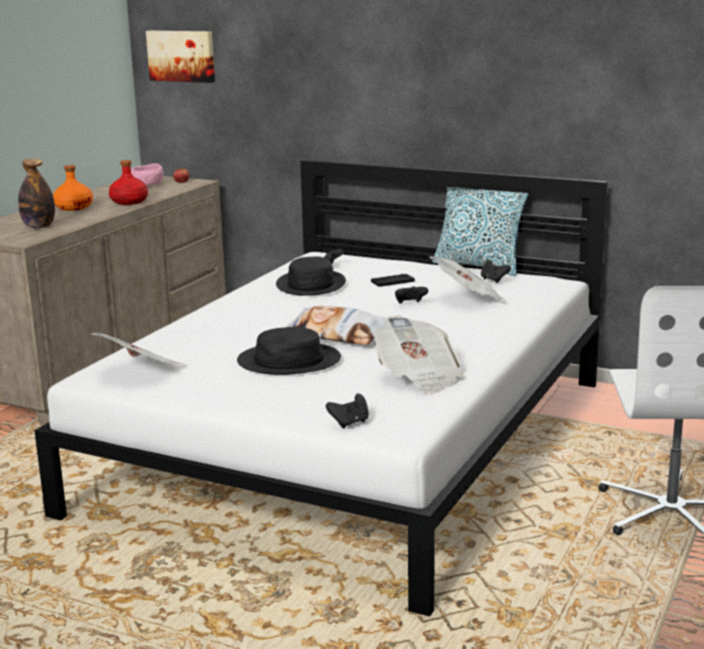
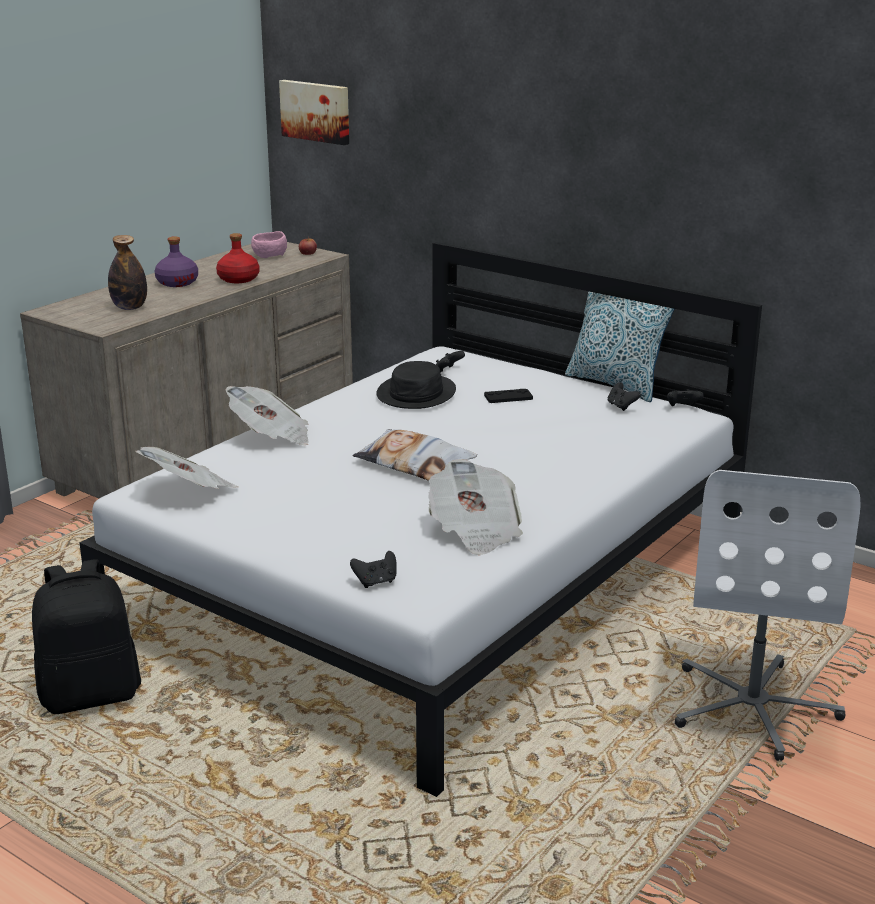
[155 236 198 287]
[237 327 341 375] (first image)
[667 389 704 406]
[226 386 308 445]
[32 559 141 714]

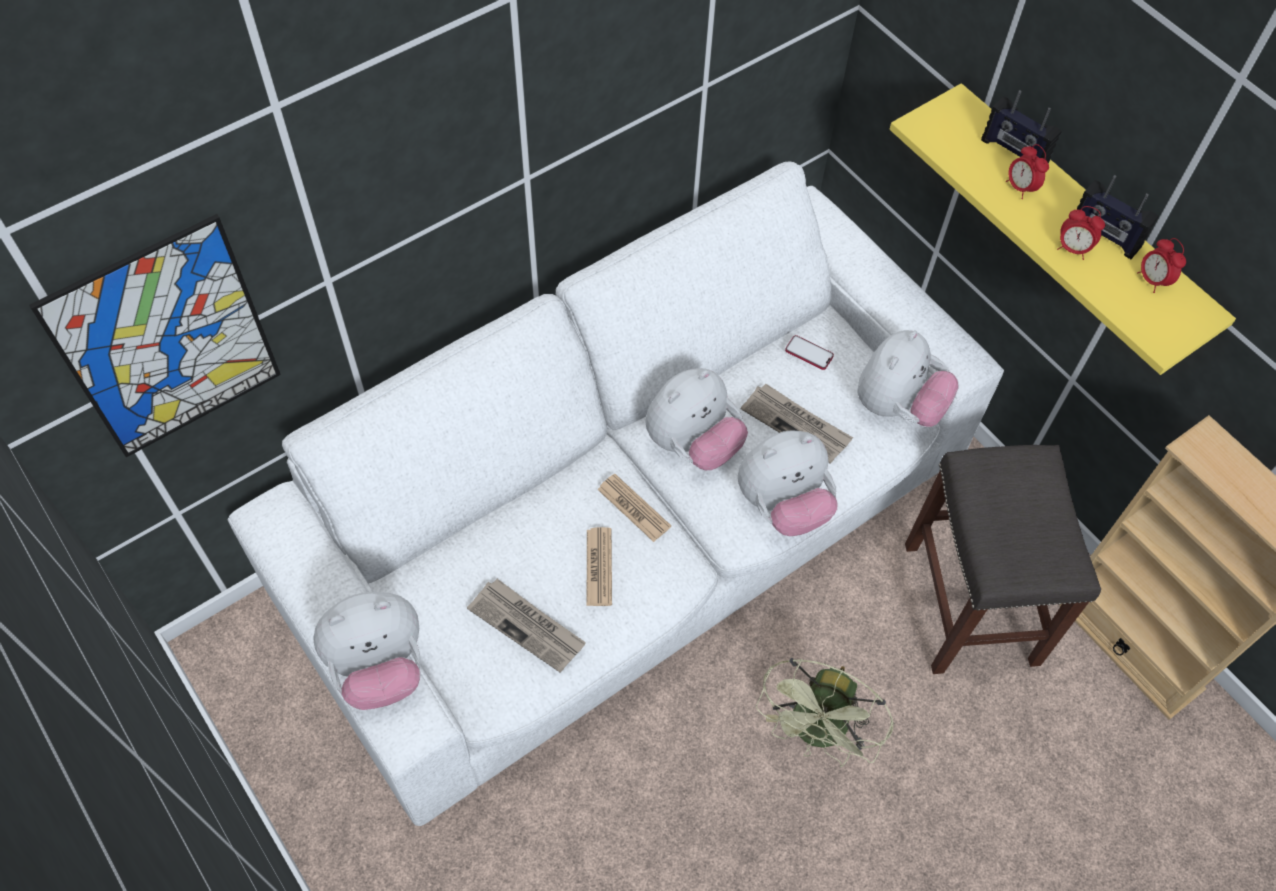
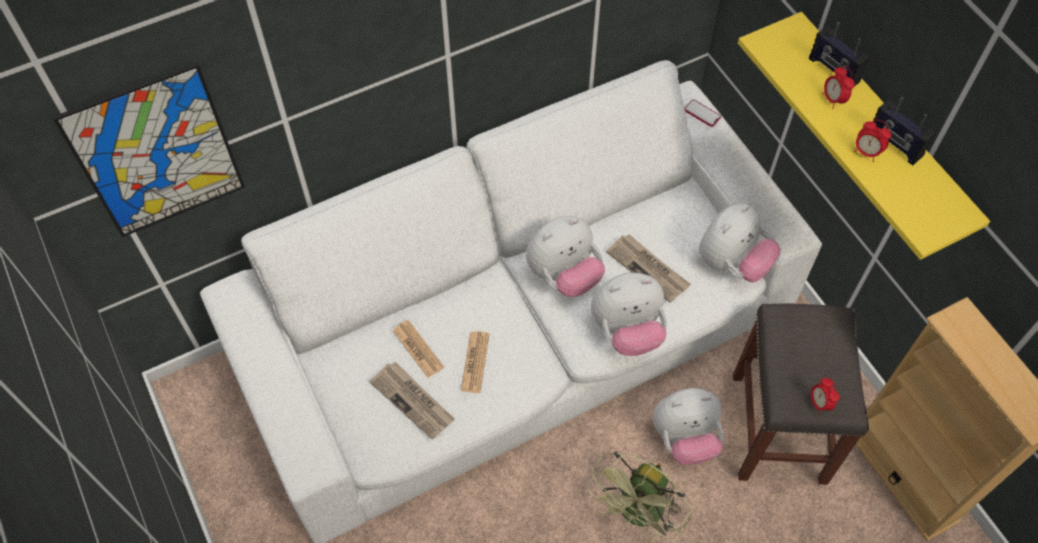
[653 388 723 465]
[393 320 444 378]
[685 99 721 127]
[809 378 839 414]

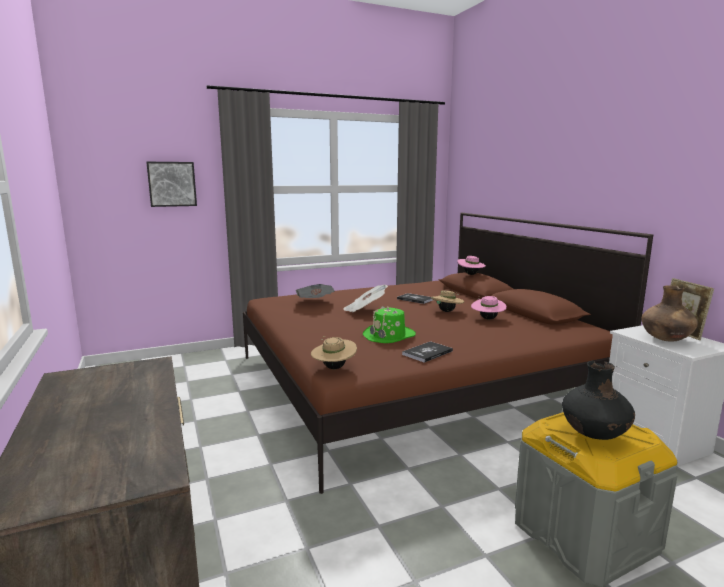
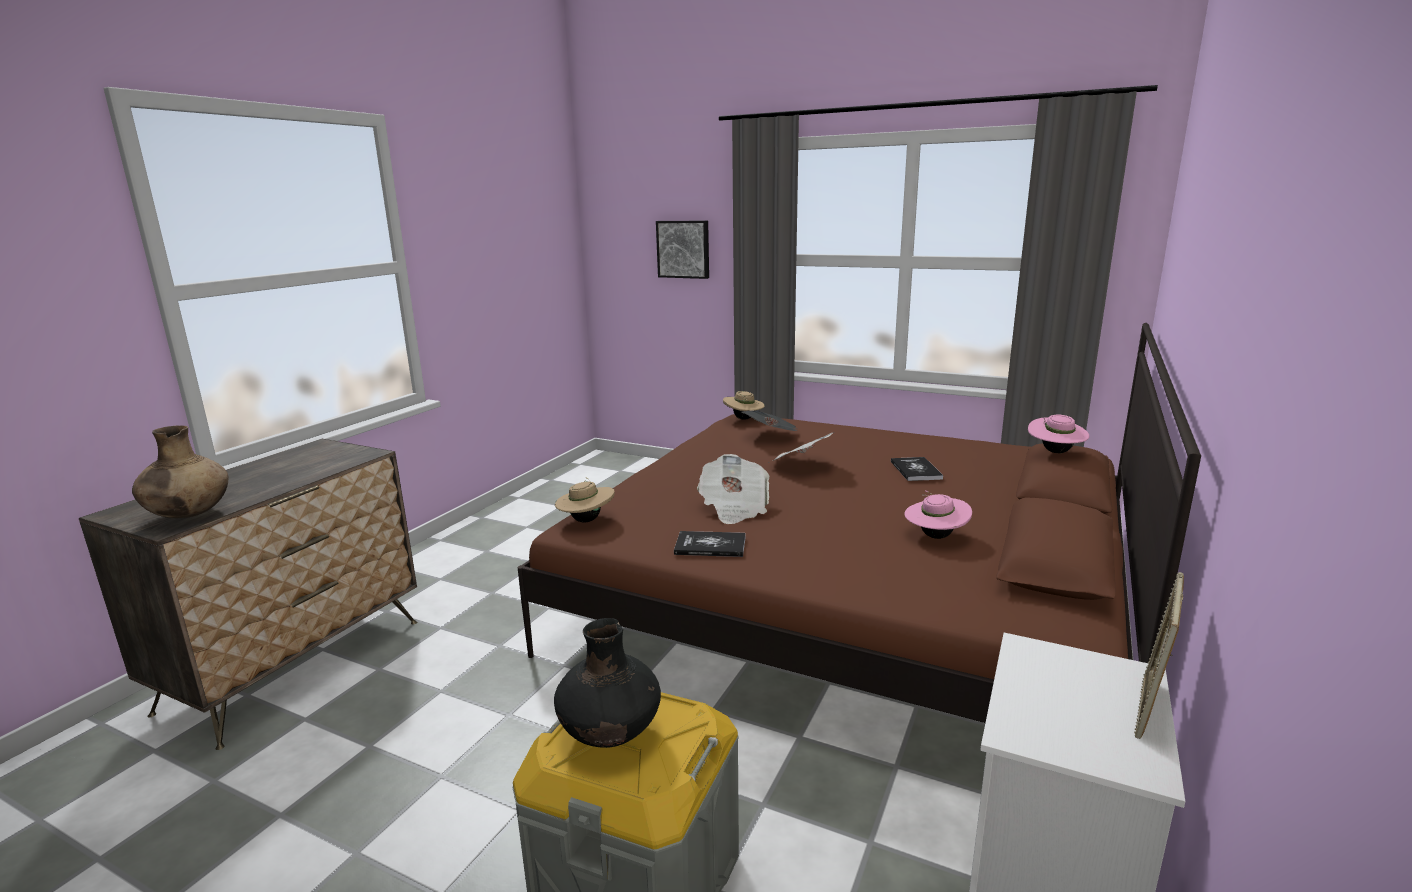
[697 454 769 524]
[723 391 765 420]
[132 425 229 518]

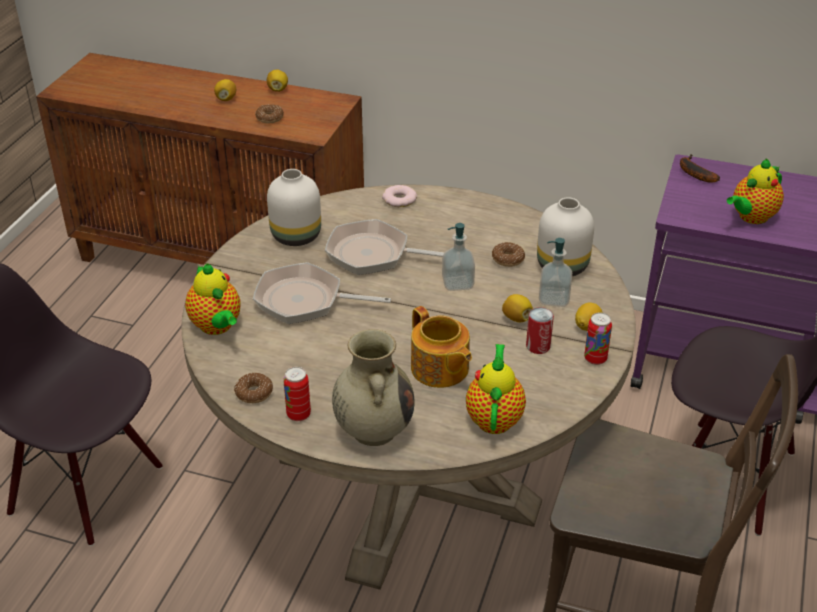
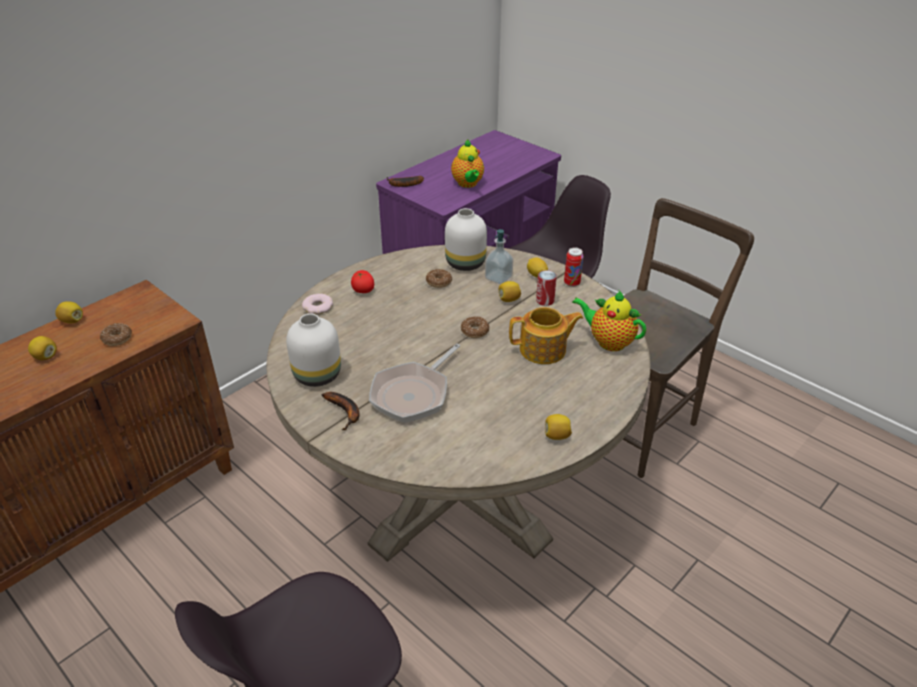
[185 263 241 335] (first image)
[461 316 490 338]
[545 414 572 440]
[325 219 444 275] (first image)
[332 329 415 446] (first image)
[442 223 475 291] (first image)
[322 392 360 430]
[351 270 374 293]

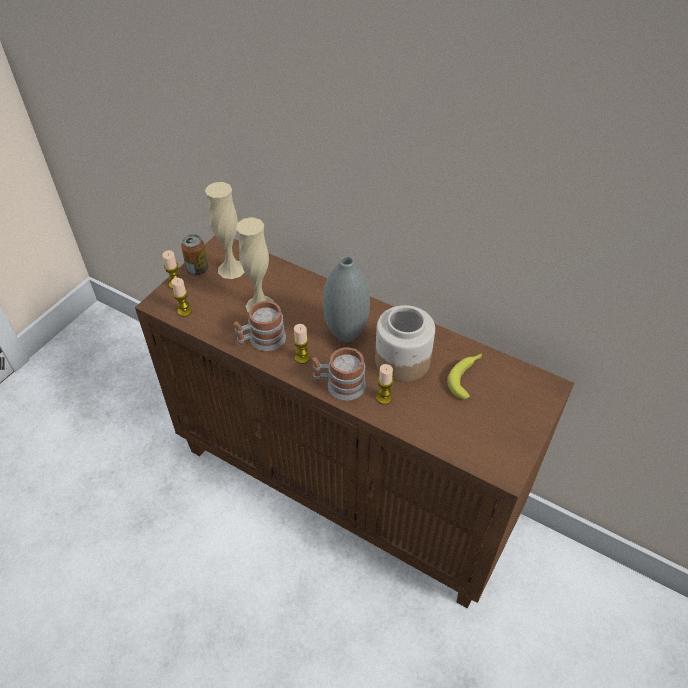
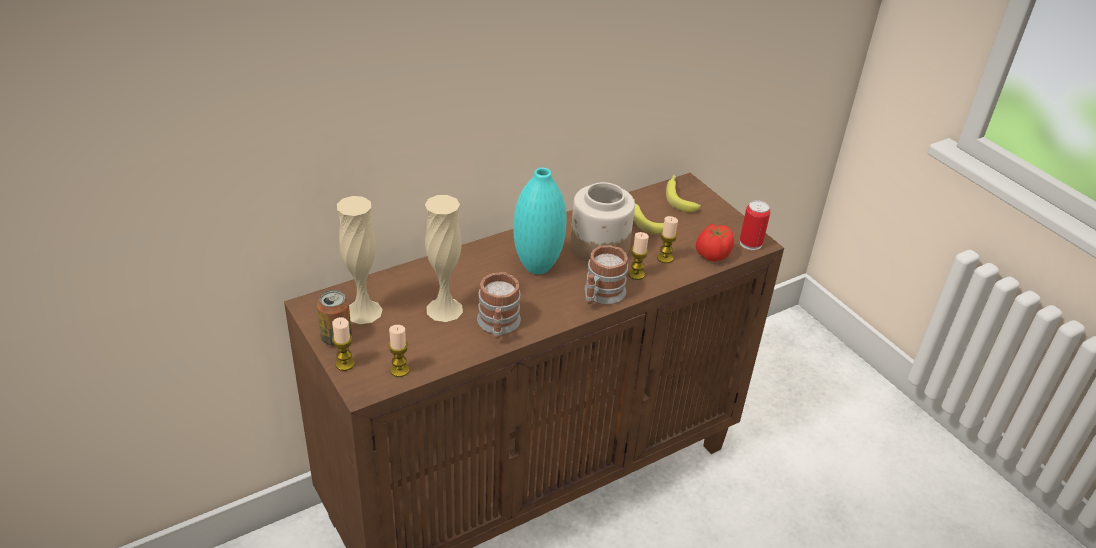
[657 216 678 263]
[513 168 567 274]
[666 175 701 212]
[696 224 734 262]
[740 200 770 250]

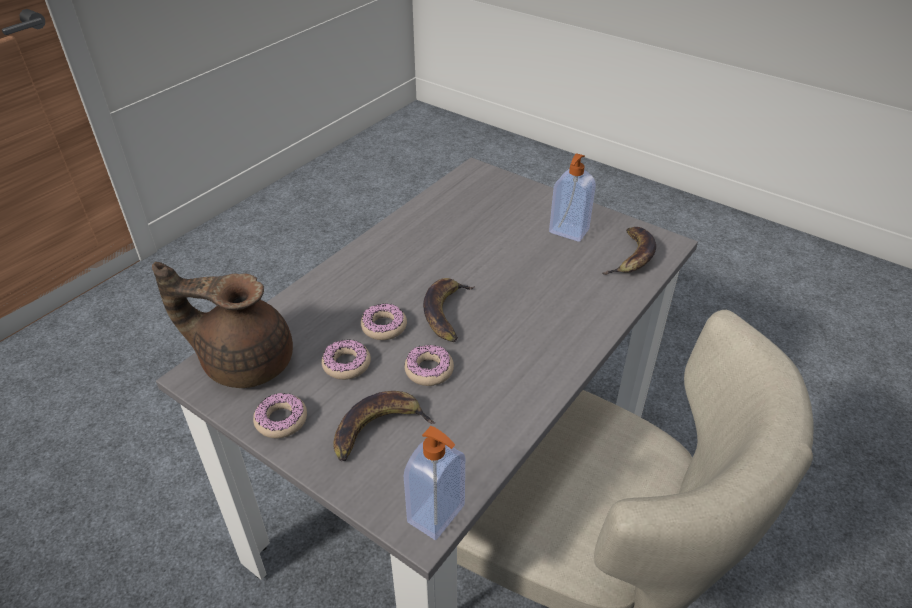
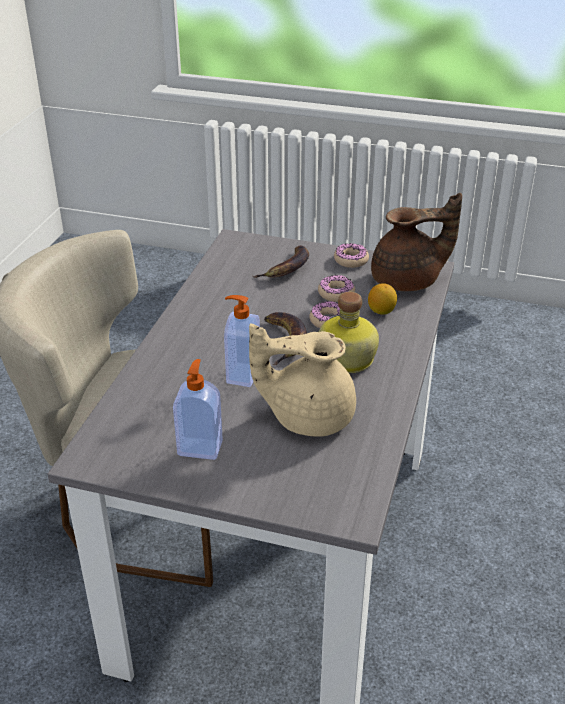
[404 345 454 386] (first image)
[224 295 260 387]
[602 227 656 275] (first image)
[249 323 356 437]
[319 292 379 373]
[368 283 397 315]

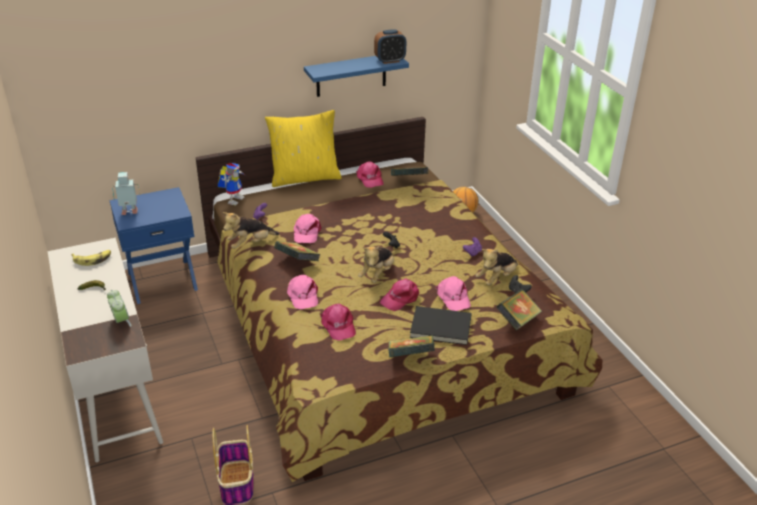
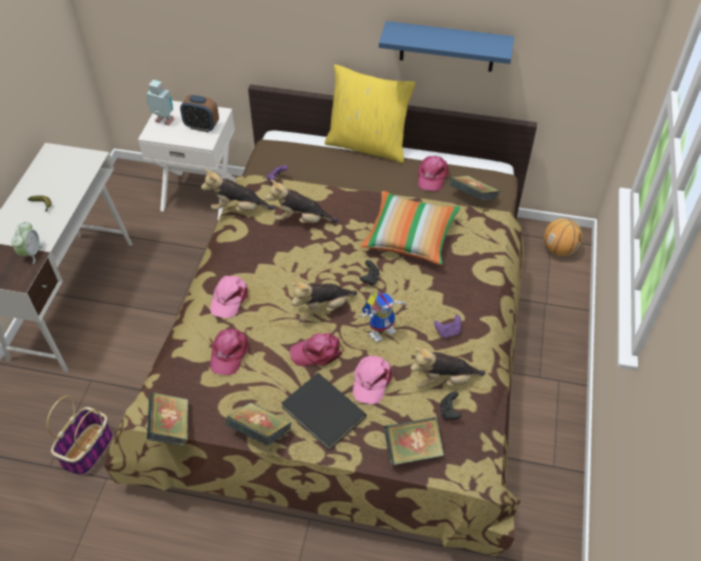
[72 250 111 266] (first image)
[138 101 237 220]
[359 291 409 343]
[147 392 188 446]
[266 180 339 223]
[180 95 219 132]
[360 191 461 265]

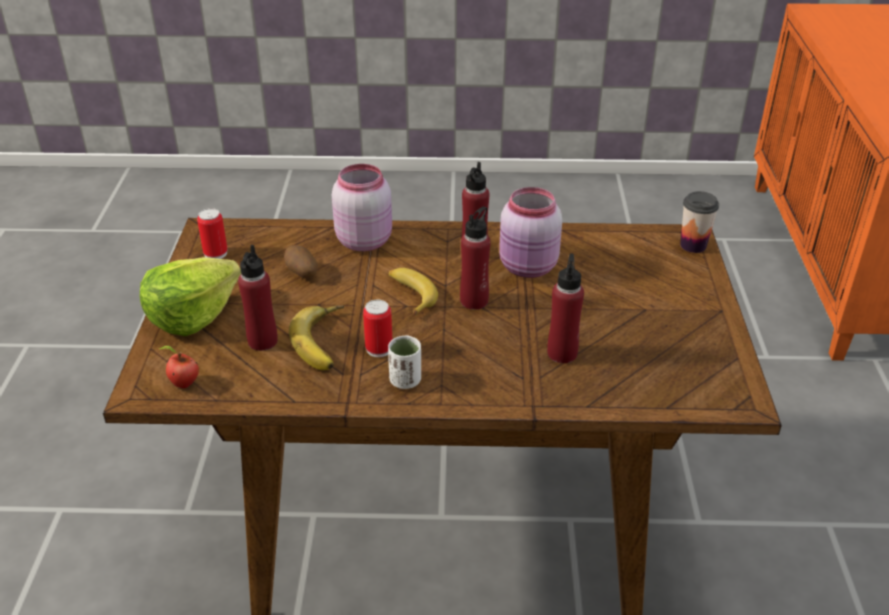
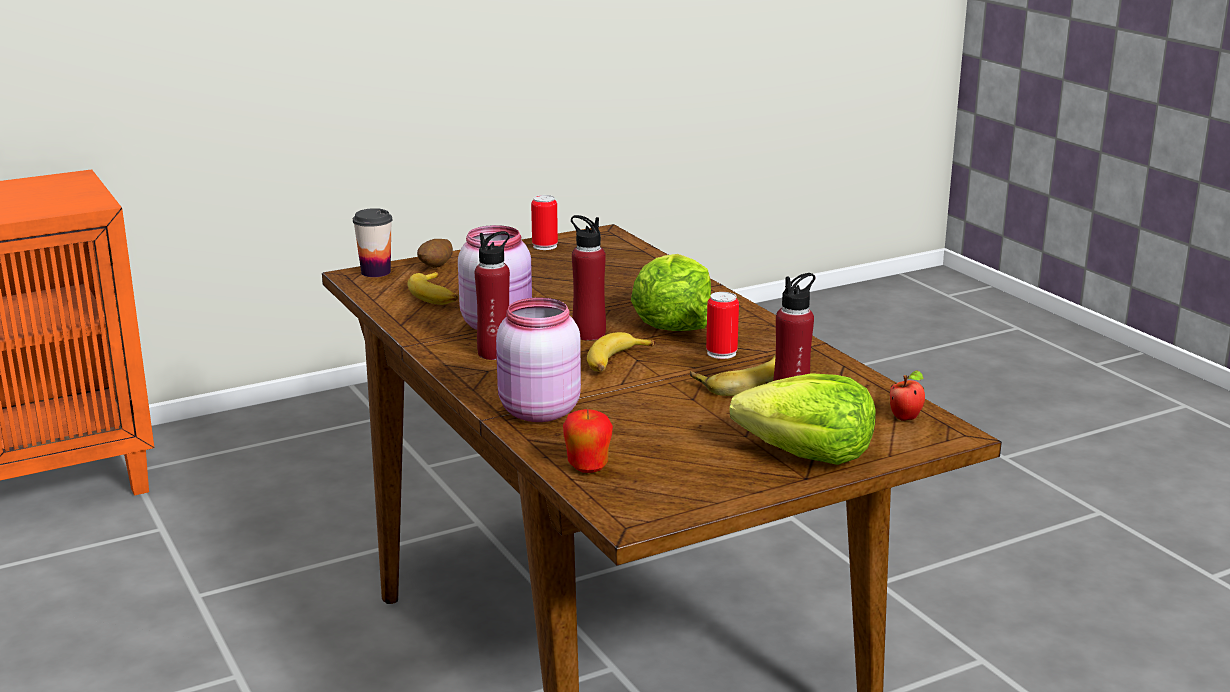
[531 195 558 250]
[417 239 453 268]
[388 335 421 389] (first image)
[547 253 584 363] (first image)
[407 272 458 305]
[563 408 613 473]
[631 254 711 331]

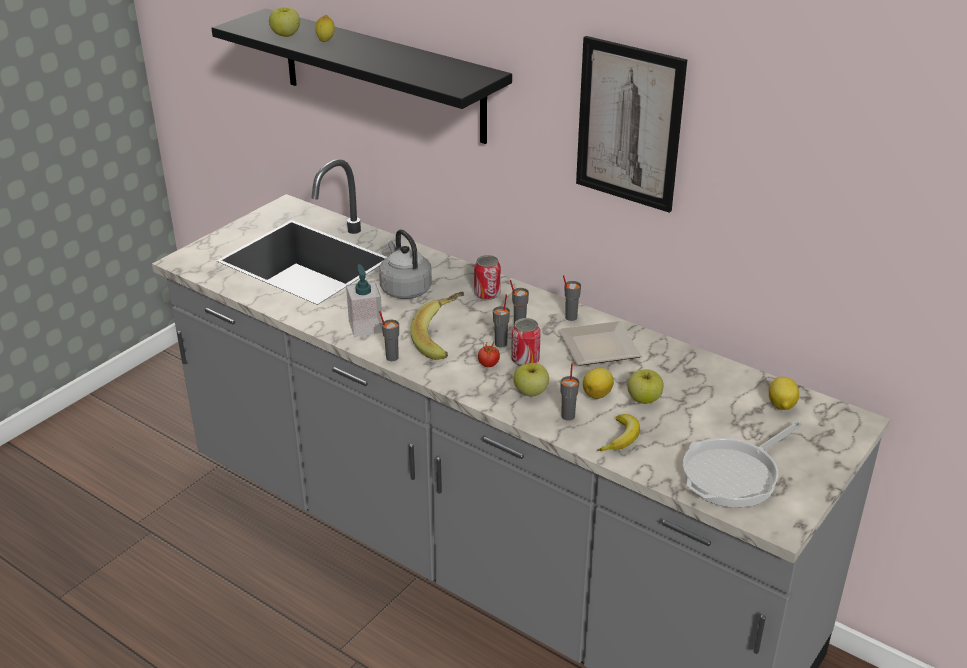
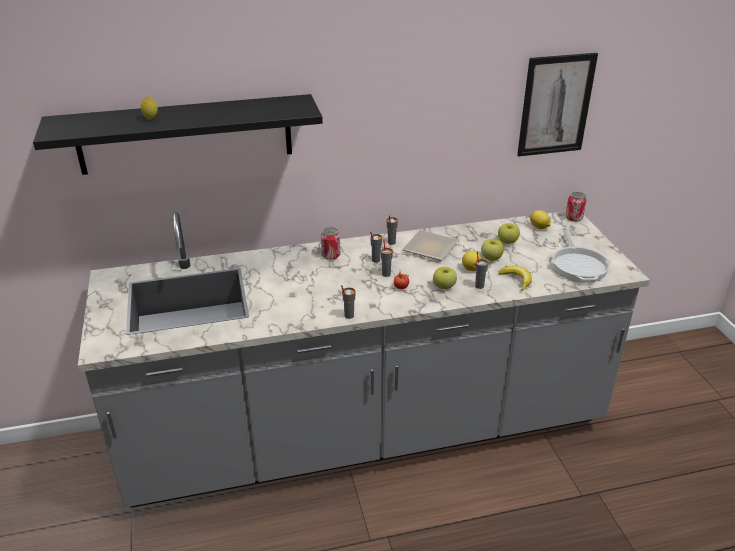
[498 223 520 244]
[346 264 383 337] (first image)
[379 229 432 299] (first image)
[410 292 464 360] (first image)
[565 192 586 222]
[517 53 598 157]

